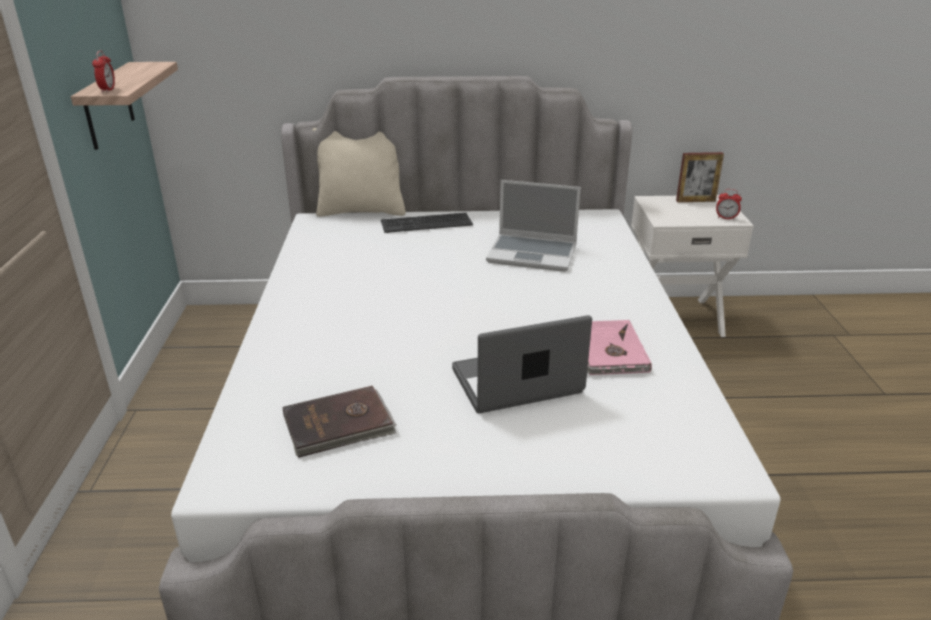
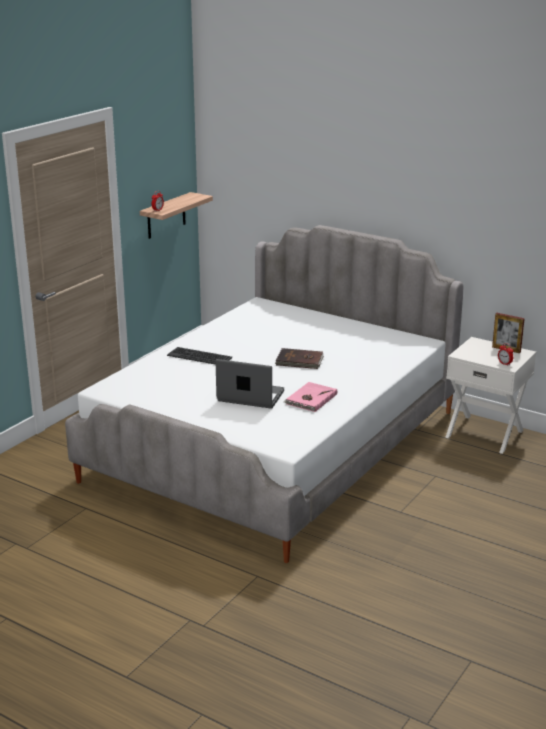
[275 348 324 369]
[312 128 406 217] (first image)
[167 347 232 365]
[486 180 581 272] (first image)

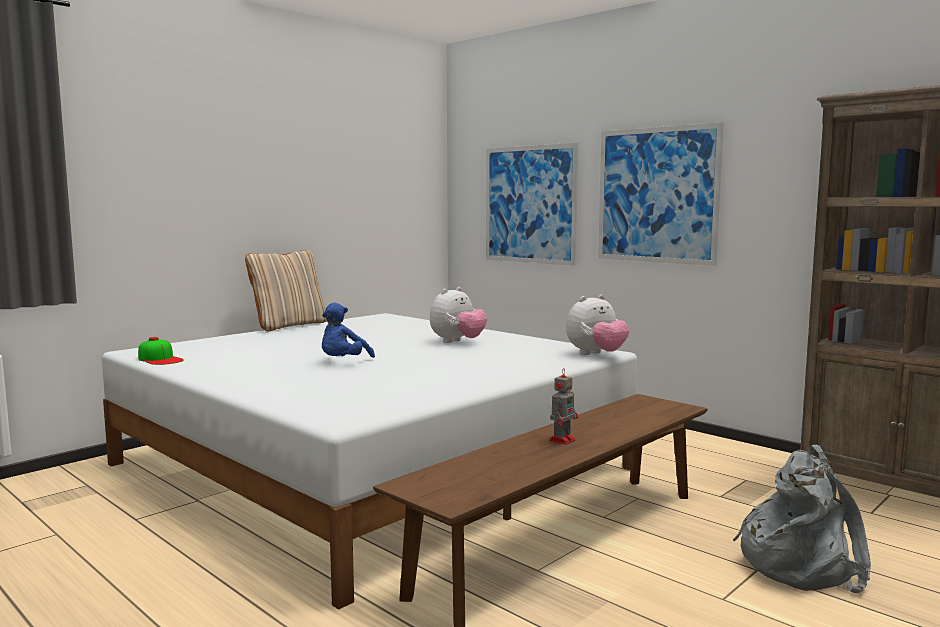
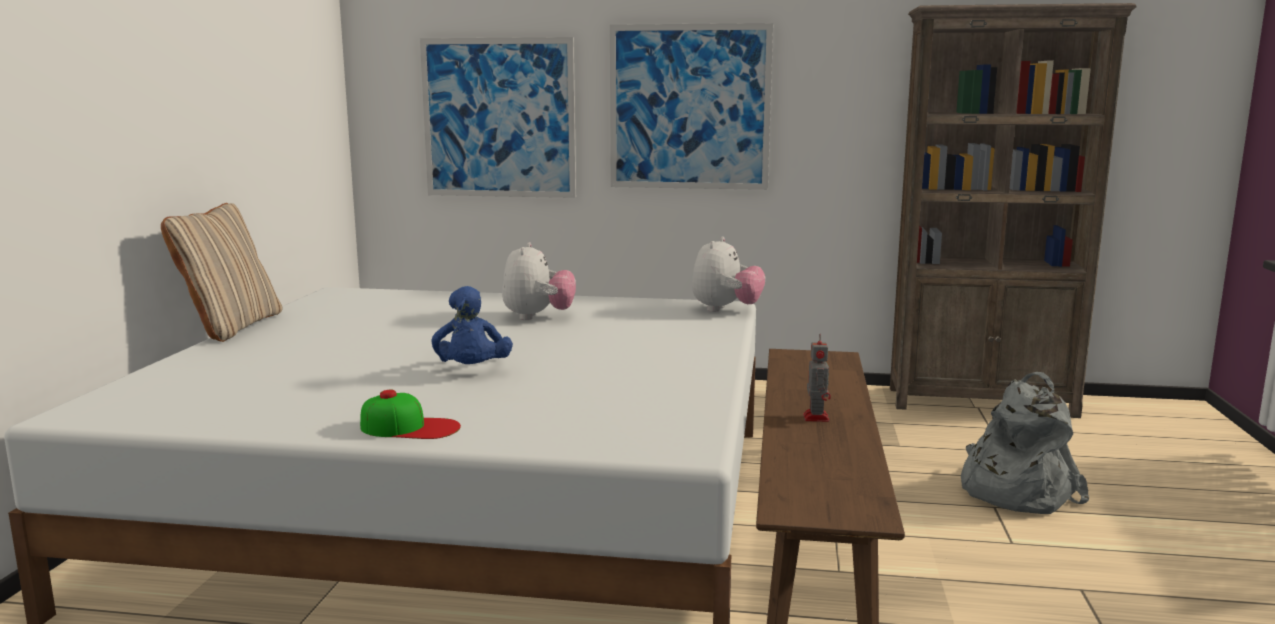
[360 390 461 439]

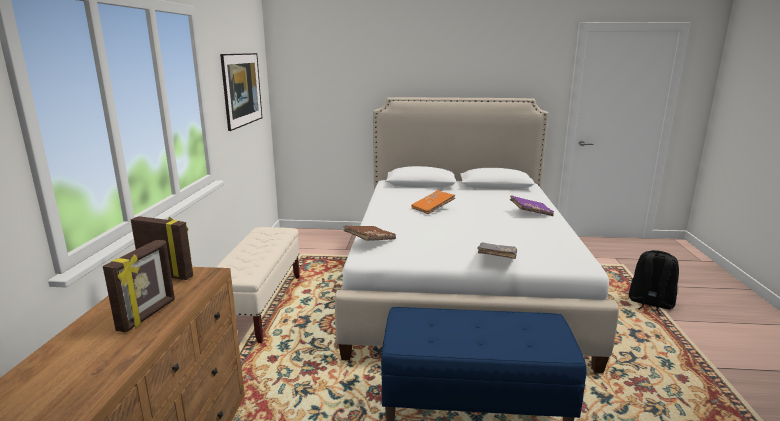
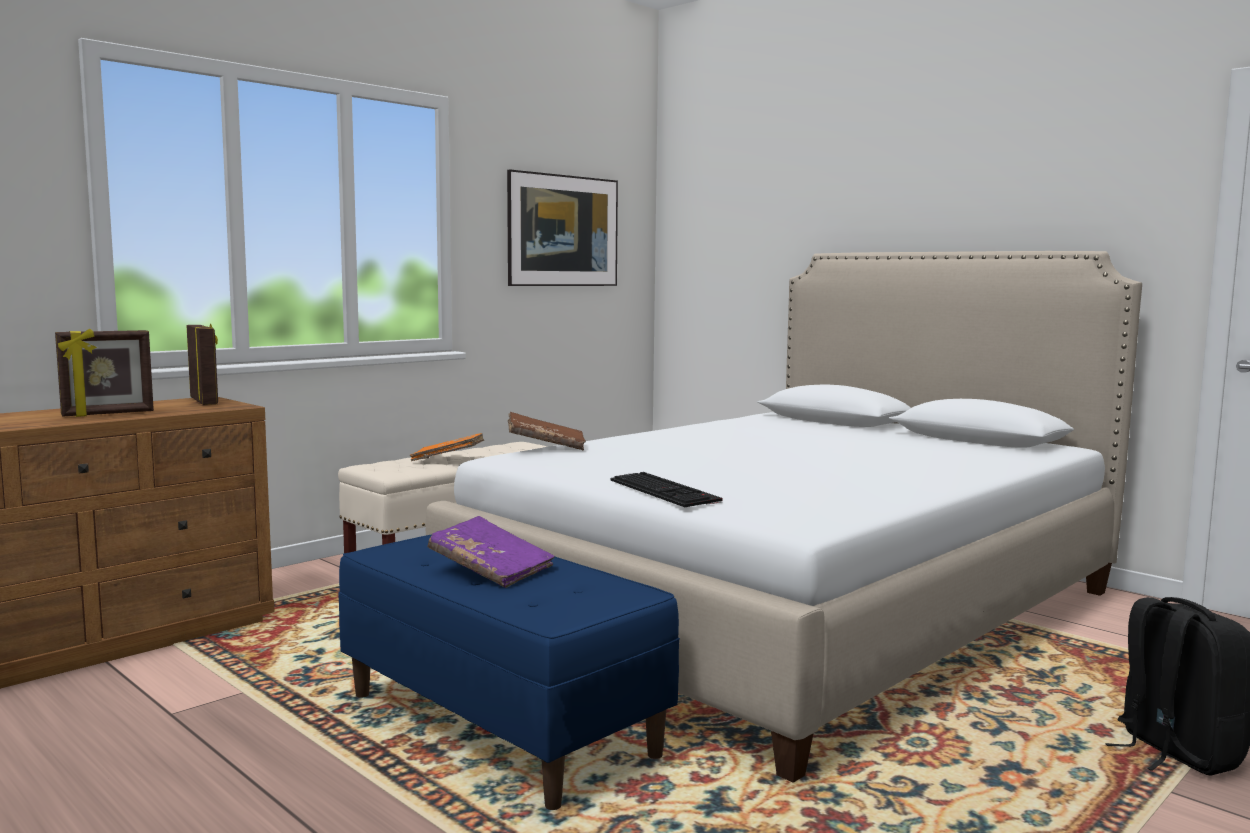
[410 433 484 461]
[610 472 723 507]
[427 516 555 588]

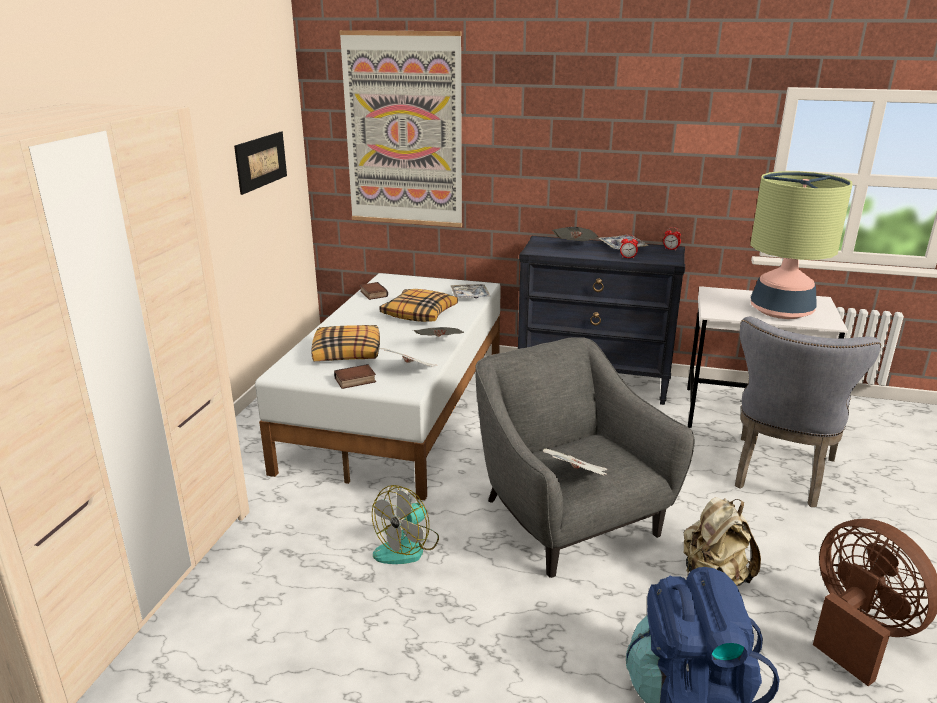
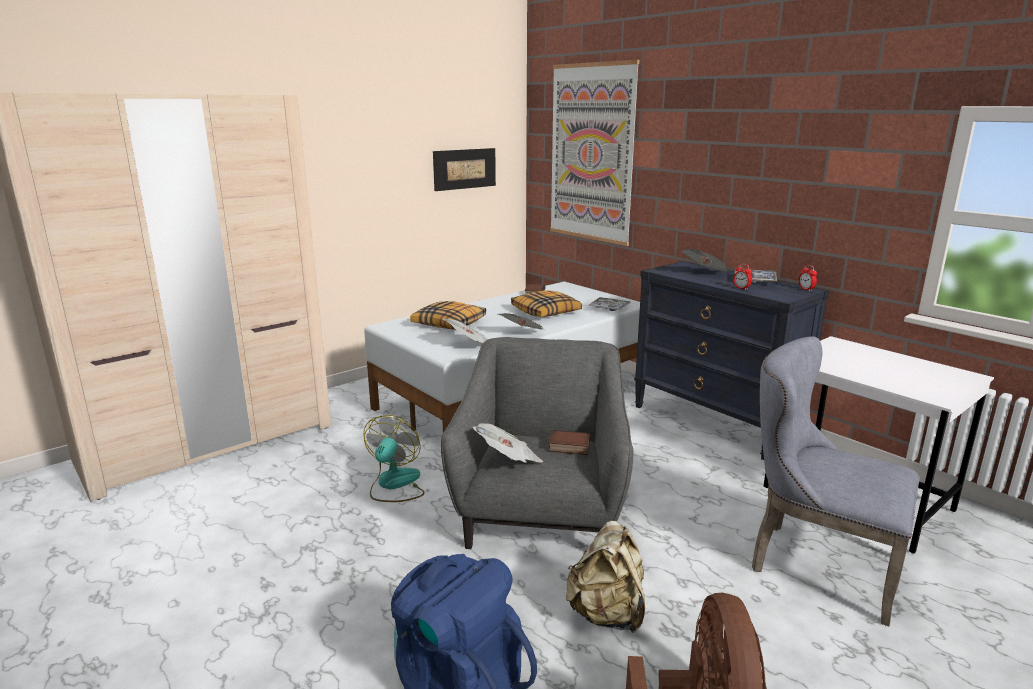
[548 430 591 455]
[364 415 425 502]
[752 336 920 626]
[750 171 853 319] (first image)

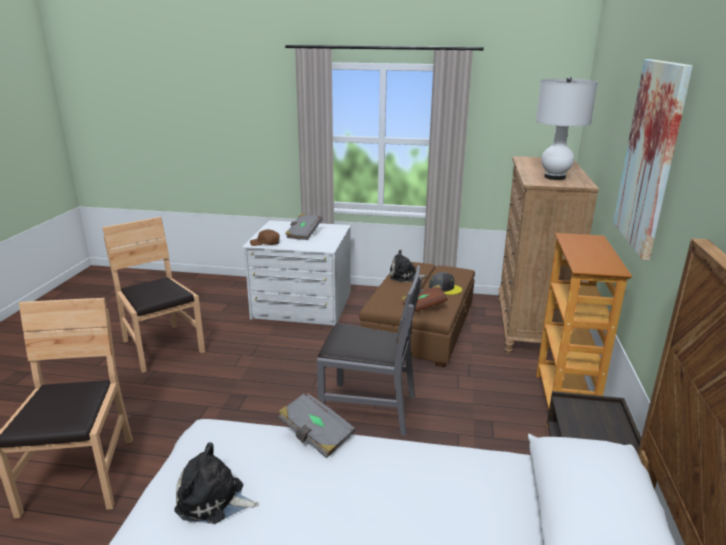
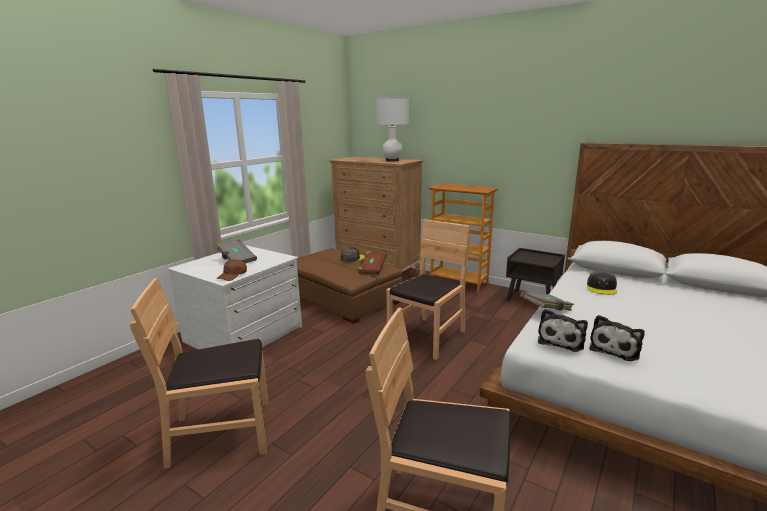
[386 219 471 360]
[538 309 588 352]
[613 59 693 261] (first image)
[587 271 617 295]

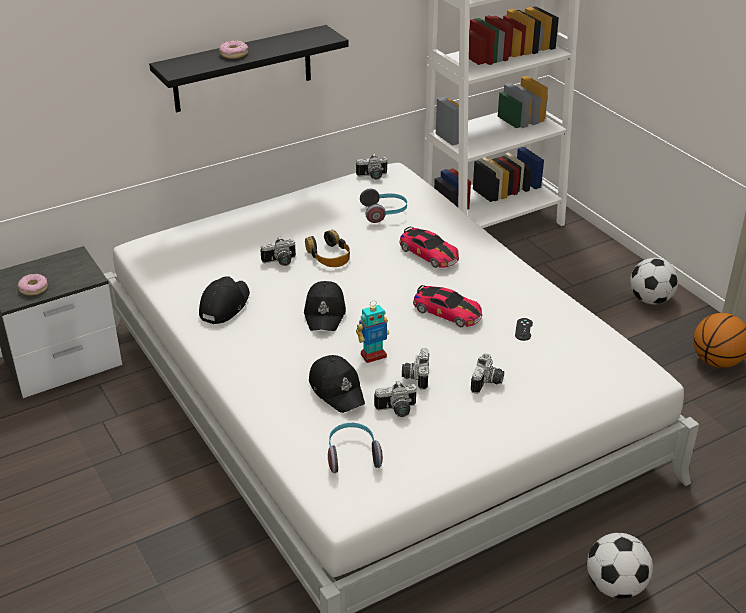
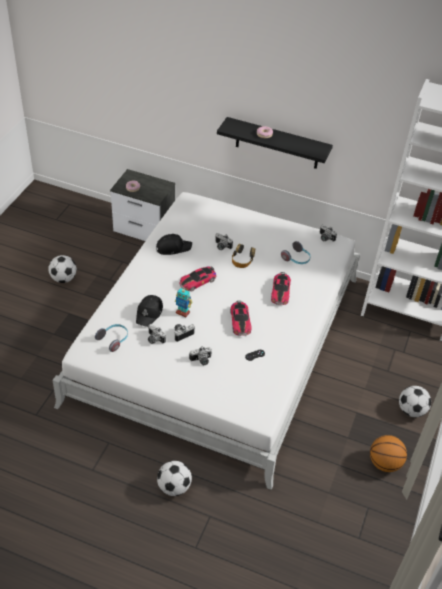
[180 267 216 292]
[48 255 77 283]

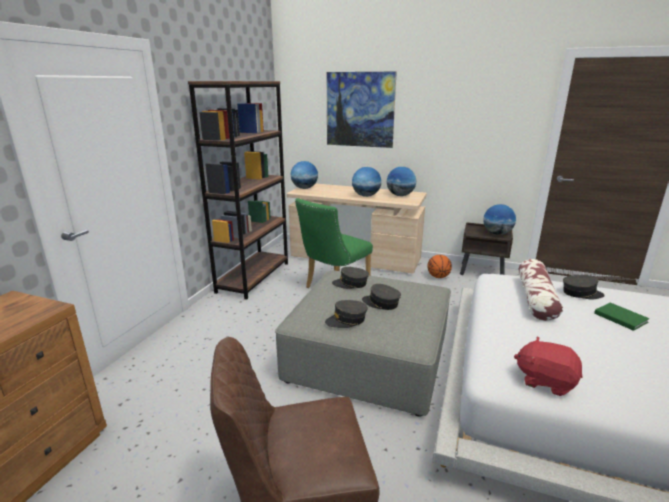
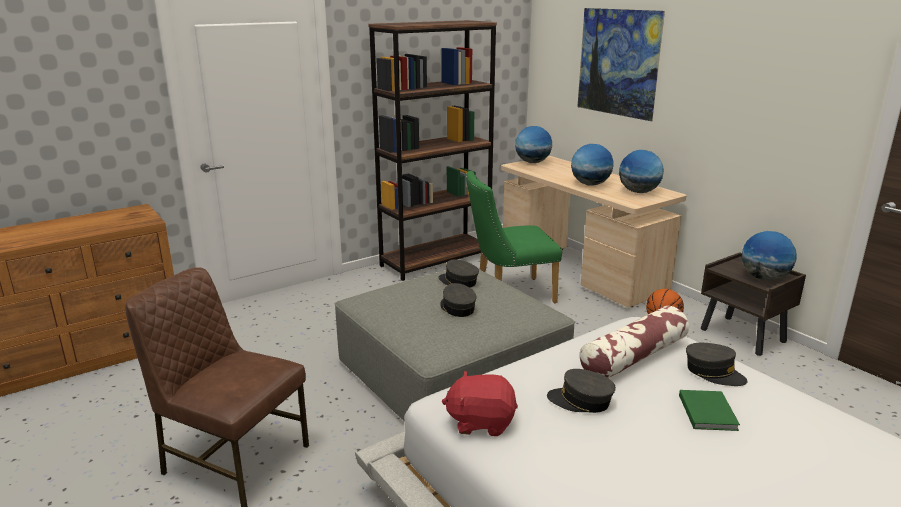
[547 369 616 413]
[442 370 518 436]

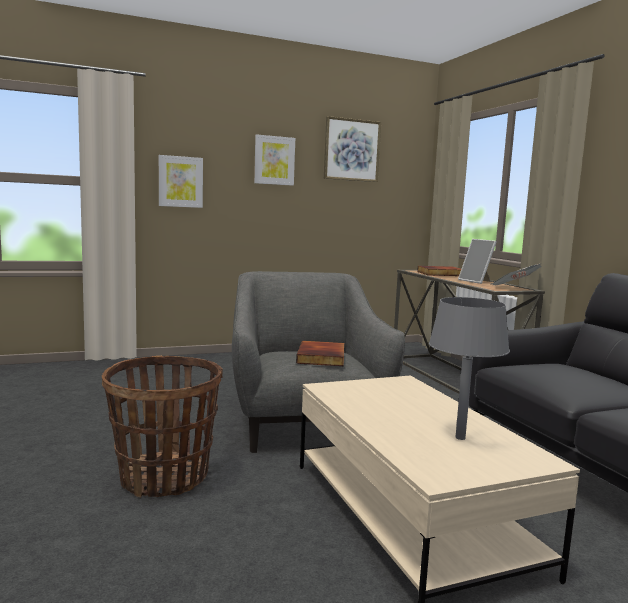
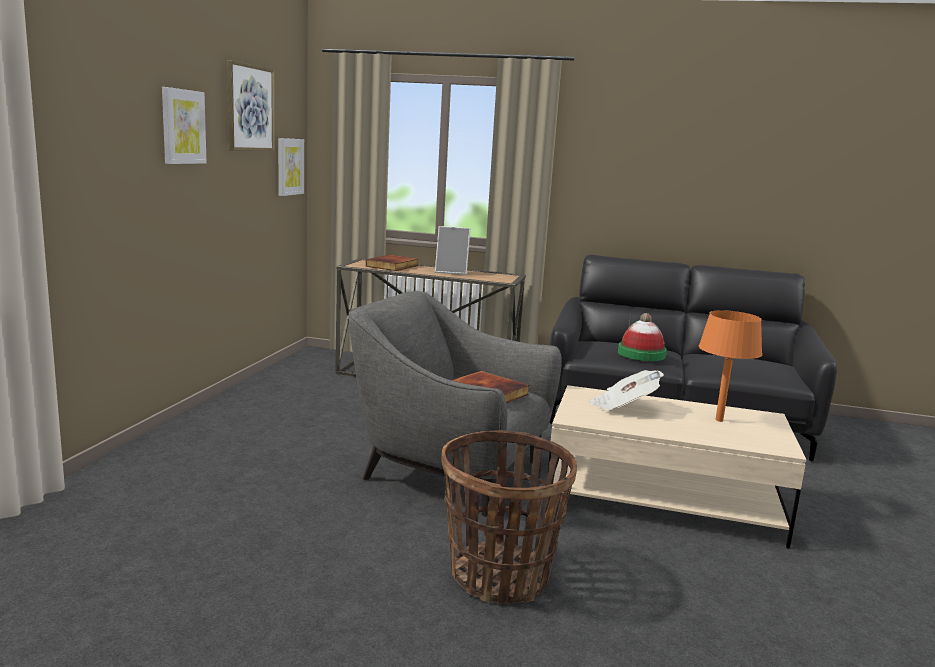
[278 138 304 196]
[699 310 762 422]
[590 370 664 411]
[618 313 667 361]

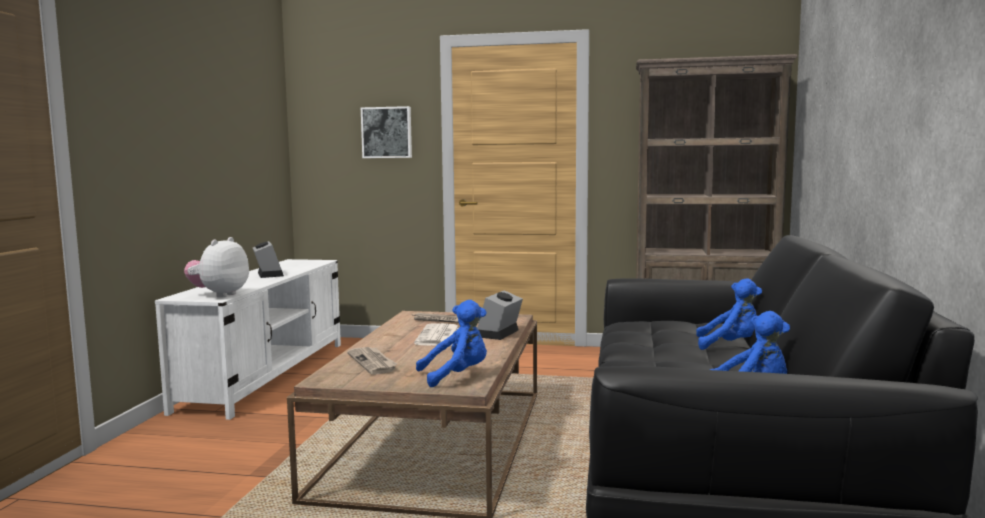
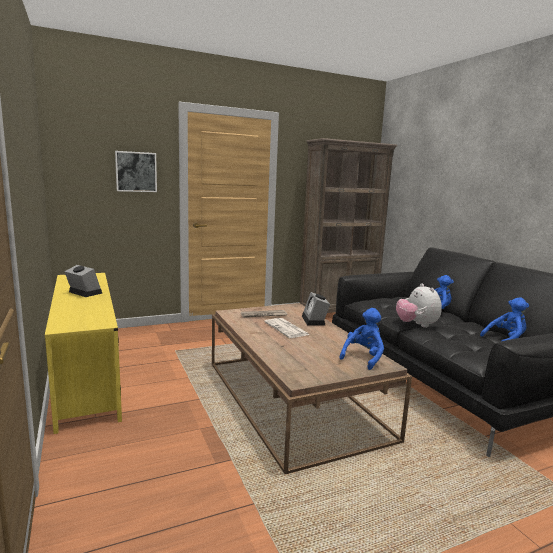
[45 273 122 434]
[396 283 442 328]
[347 347 397 375] (first image)

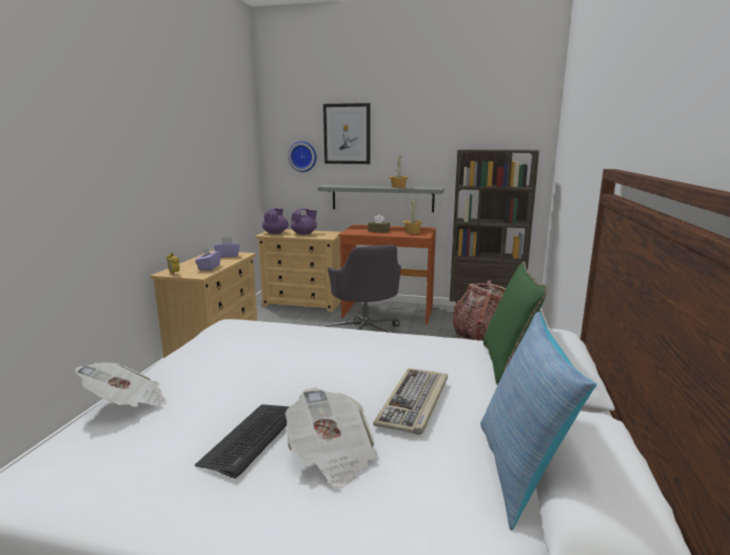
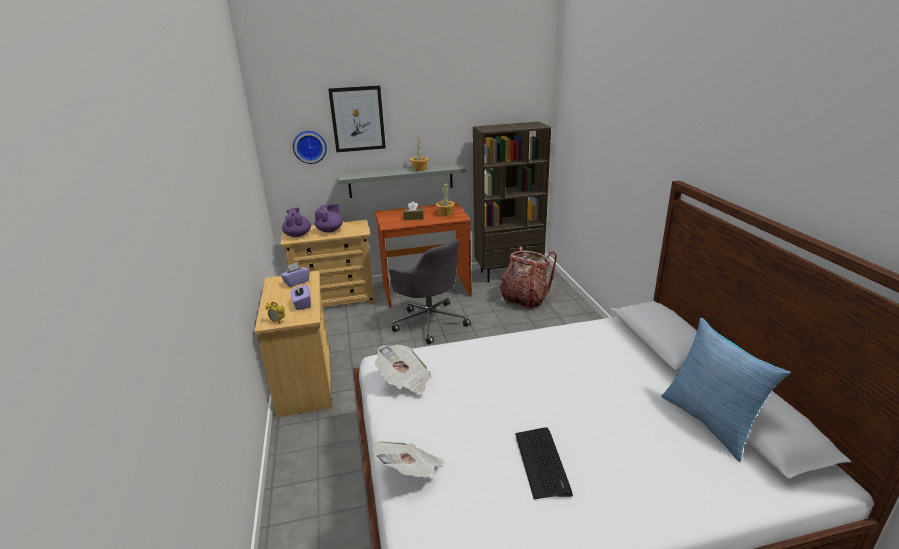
[375 345 431 395]
[373 368 448 435] (first image)
[483 261 547 385] (first image)

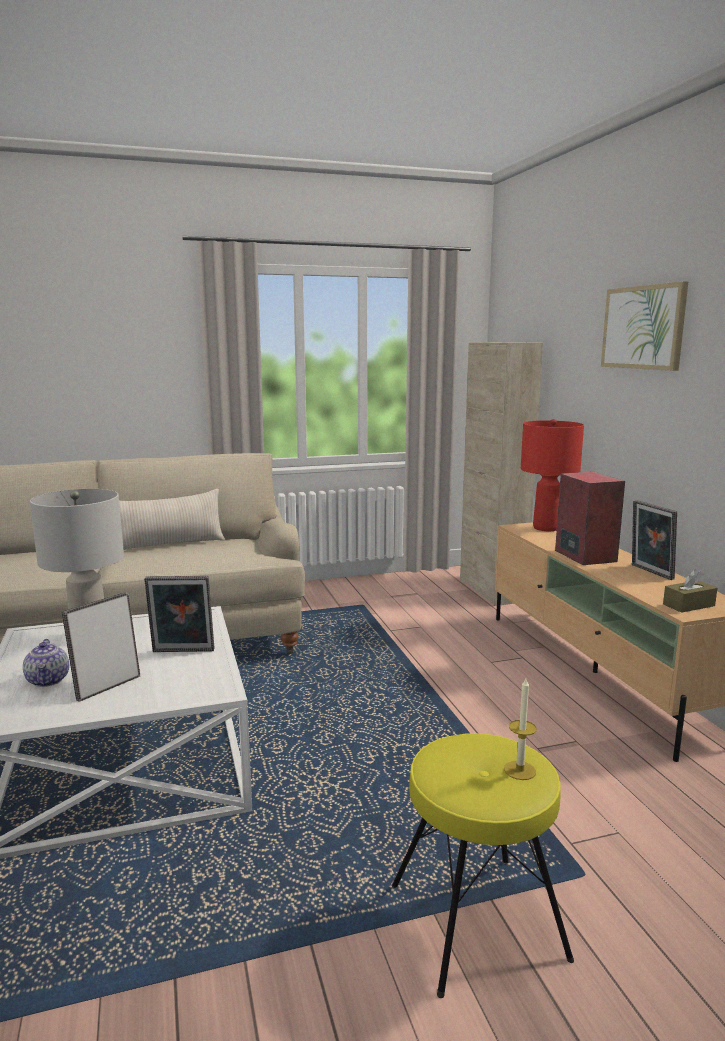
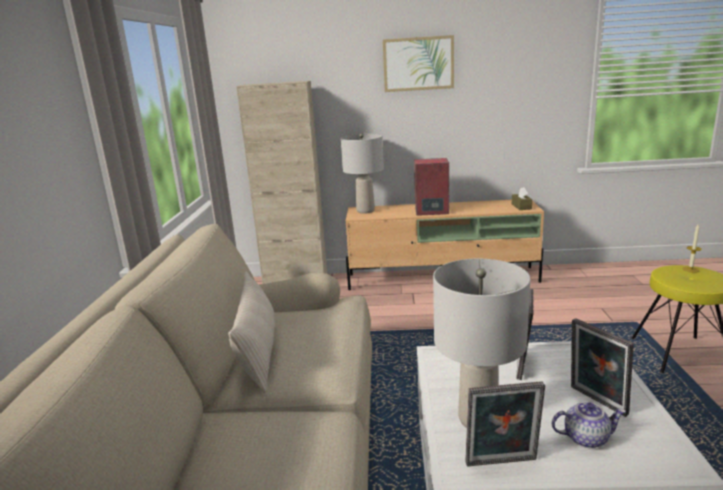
[340 133 384 214]
[465 381 545 467]

